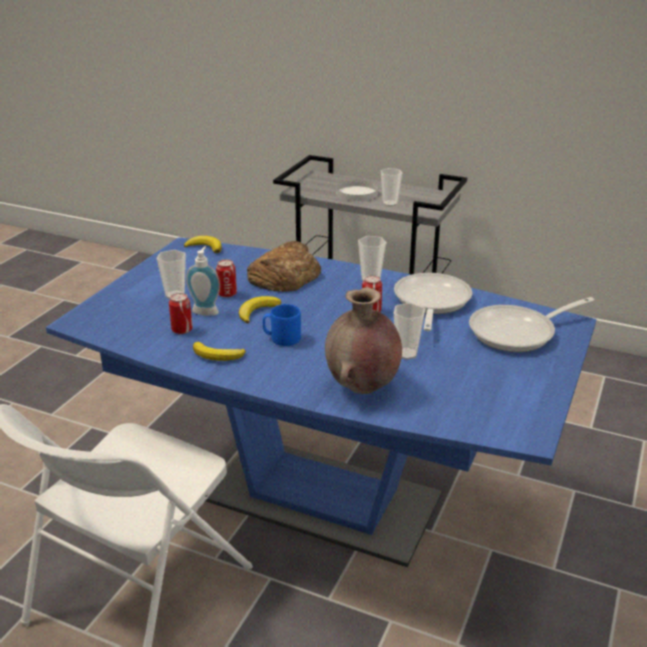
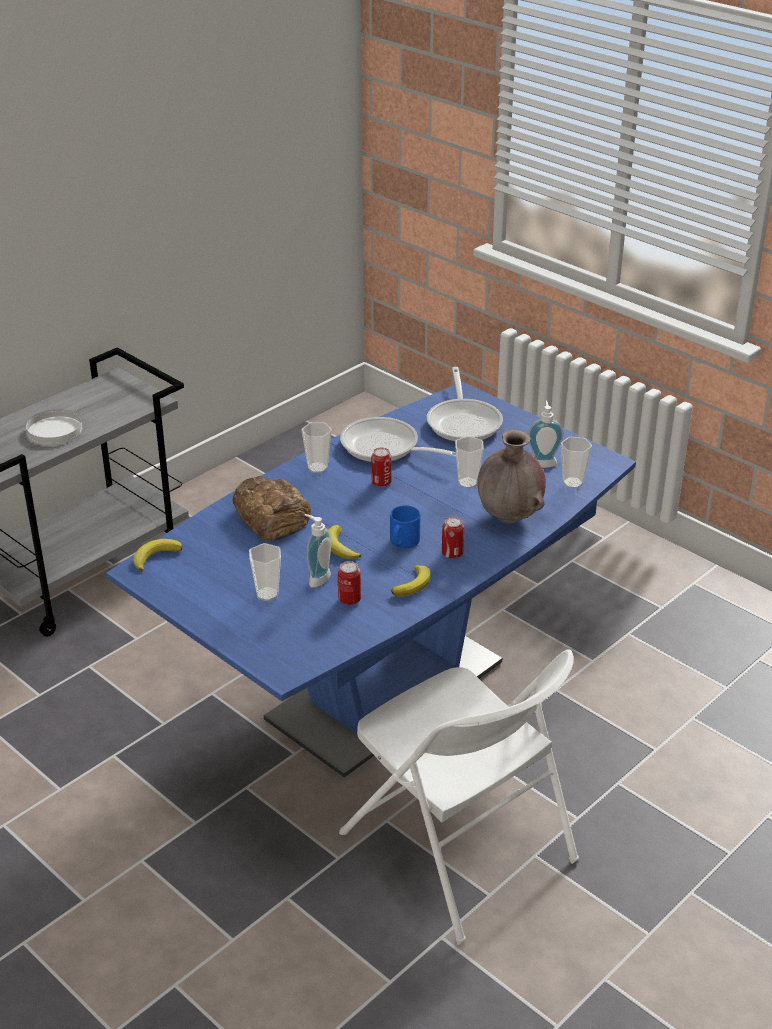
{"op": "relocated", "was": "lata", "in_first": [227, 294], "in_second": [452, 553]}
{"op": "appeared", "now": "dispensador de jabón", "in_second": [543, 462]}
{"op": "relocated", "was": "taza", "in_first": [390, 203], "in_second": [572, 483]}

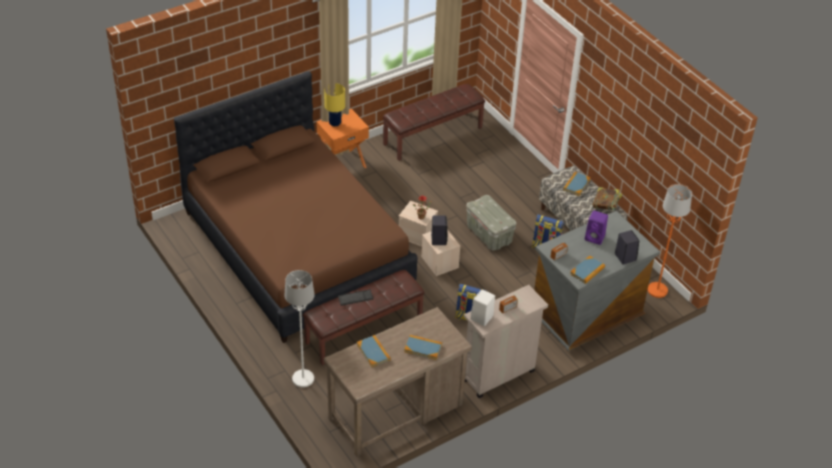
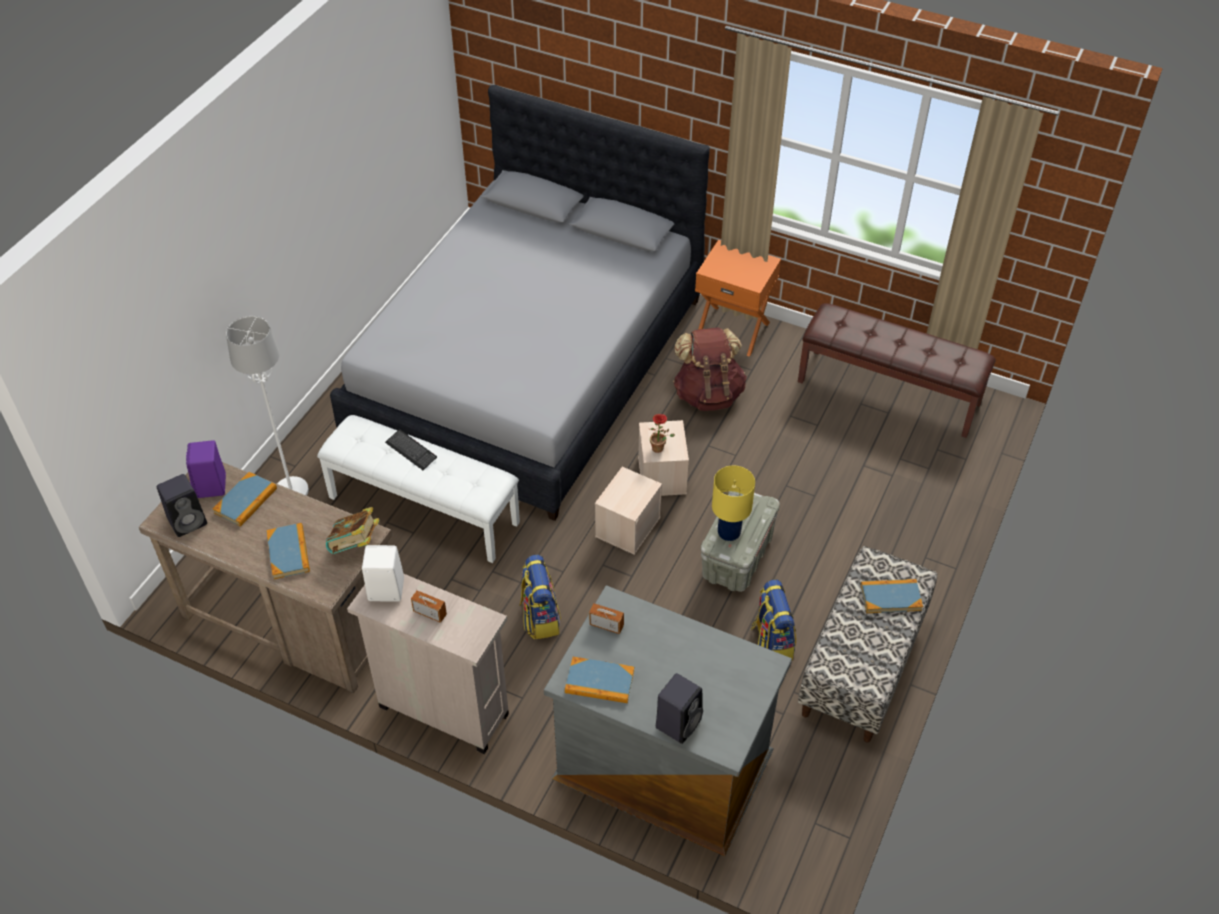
{"op": "relocated", "was": "altavoz (negro)", "in_first": [438, 239], "in_second": [188, 521]}
{"op": "relocated", "was": "altavoz (morado)", "in_first": [595, 238], "in_second": [211, 486]}
{"op": "colour", "was": "banco (marrón)", "now": "banco (blanco)", "in_first": [363, 330], "in_second": [424, 509]}
{"op": "relocated", "was": "libro", "in_first": [605, 207], "in_second": [355, 545]}
{"op": "colour", "was": "cama (marrón)", "now": "cama (gris)", "in_first": [297, 248], "in_second": [529, 367]}
{"op": "appeared", "now": "mochila (marrón)", "in_second": [708, 394]}
{"op": "relocated", "was": "lámpara de mesa (amarillo)", "in_first": [335, 123], "in_second": [729, 533]}
{"op": "missing", "was": "lámpara de pie (naranja)", "in_first": [657, 290]}

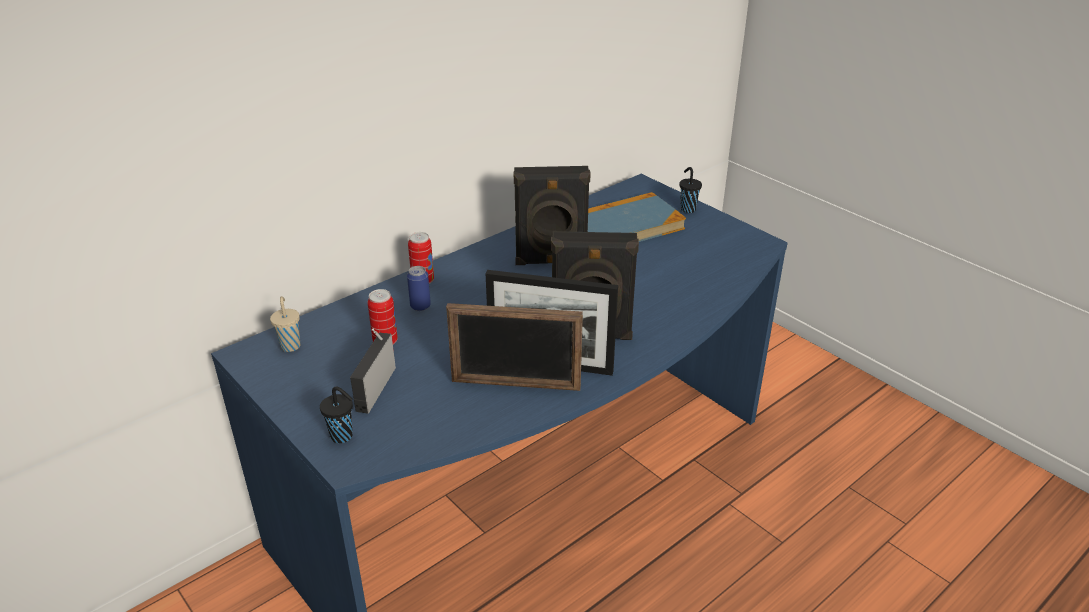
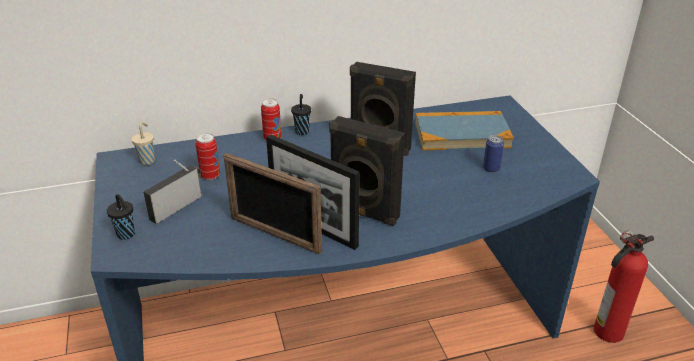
{"op": "relocated", "was": "taza (negro)", "in_first": [687, 209], "in_second": [302, 131]}
{"op": "relocated", "was": "lata", "in_first": [420, 306], "in_second": [491, 168]}
{"op": "appeared", "now": "extintor", "in_second": [606, 332]}

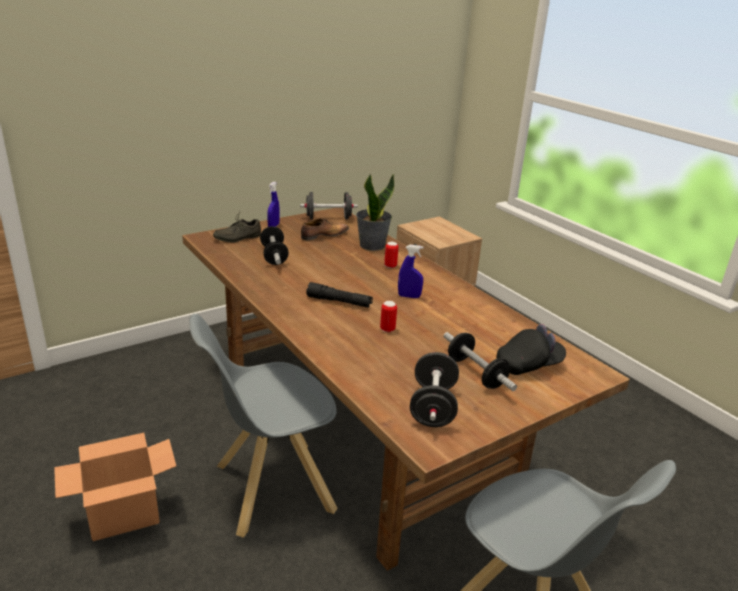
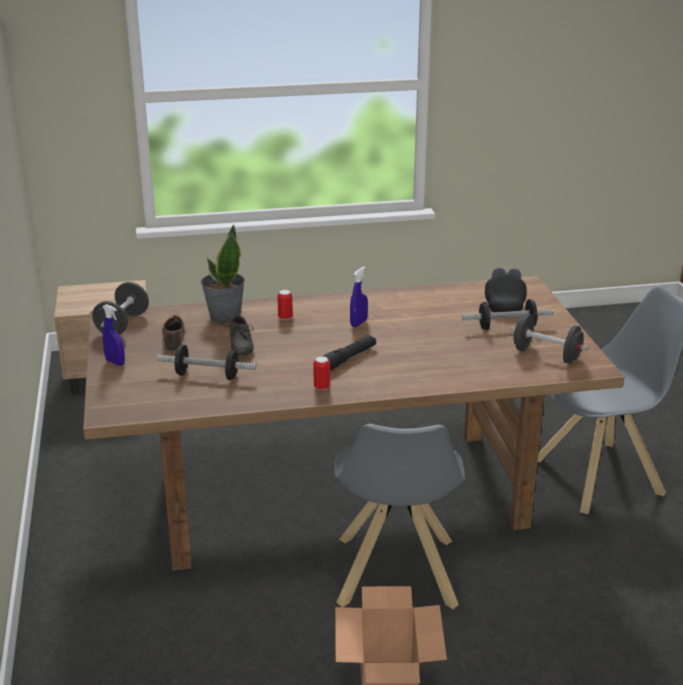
{"op": "relocated", "was": "zapato (gris)", "in_first": [237, 237], "in_second": [238, 346]}
{"op": "relocated", "was": "lata", "in_first": [387, 329], "in_second": [322, 387]}

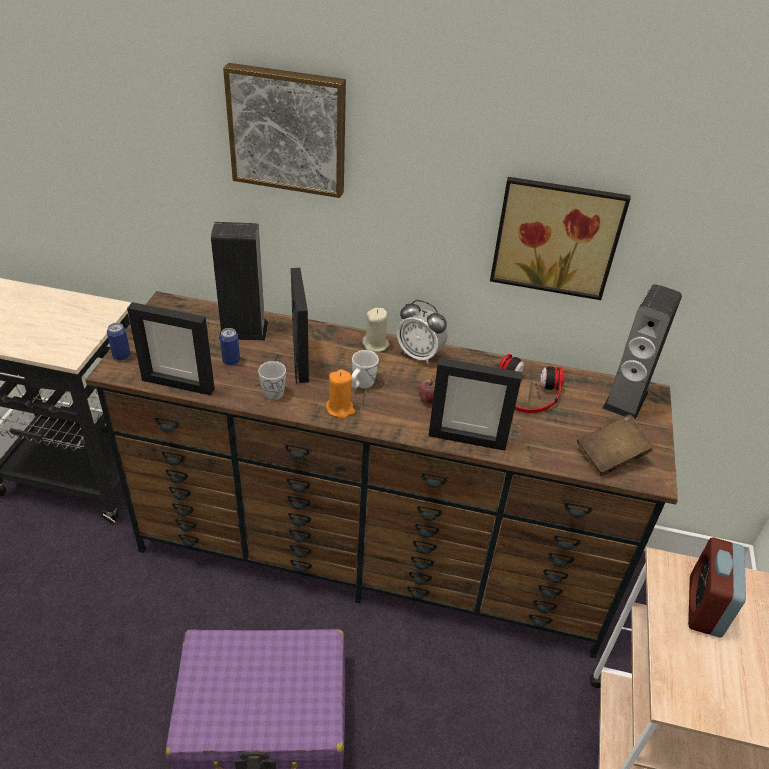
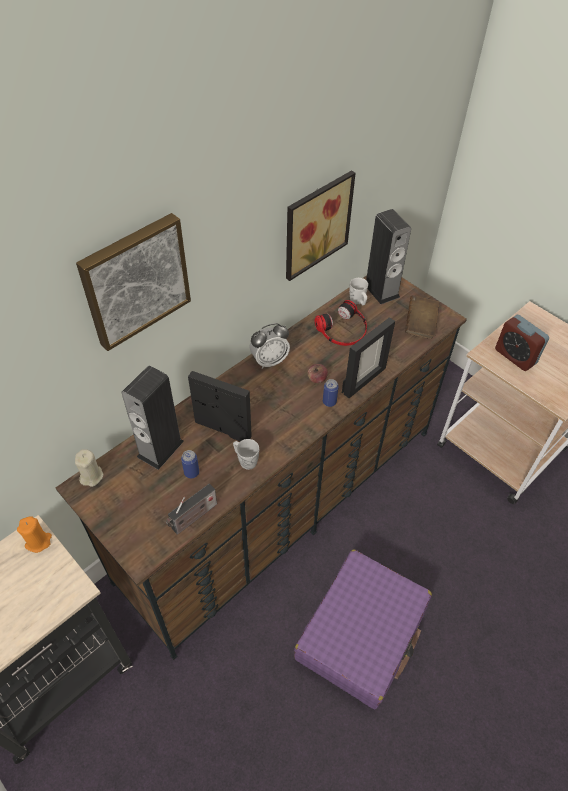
{"op": "relocated", "was": "vela (naranja)", "in_first": [340, 408], "in_second": [38, 541]}
{"op": "relocated", "was": "vela (beis)", "in_first": [376, 344], "in_second": [91, 476]}
{"op": "exchanged", "was": "portarretratos", "now": "radio", "in_first": [179, 383], "in_second": [193, 518]}
{"op": "relocated", "was": "lata", "in_first": [121, 356], "in_second": [329, 402]}
{"op": "relocated", "was": "taza grande (blanco)", "in_first": [361, 384], "in_second": [358, 302]}

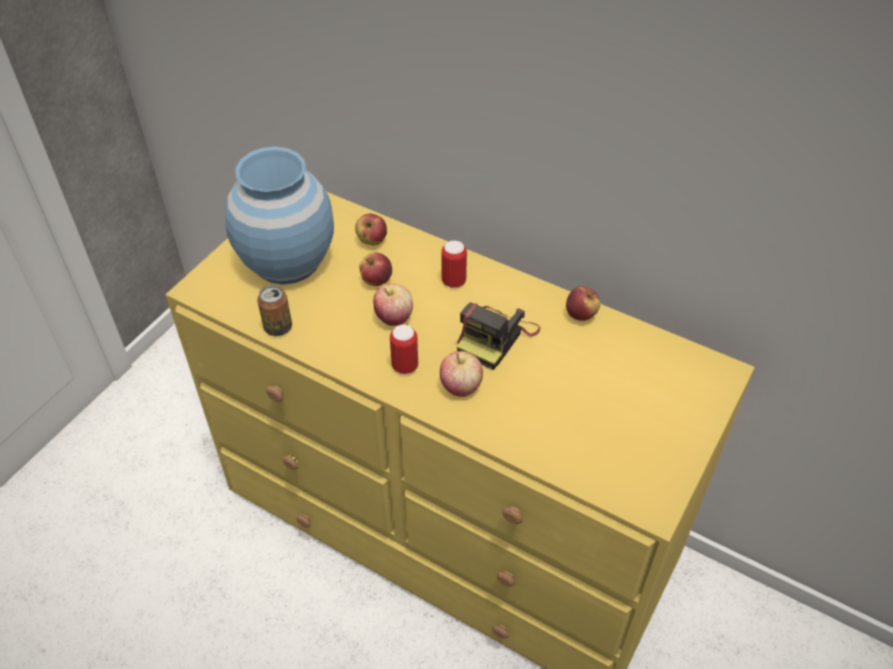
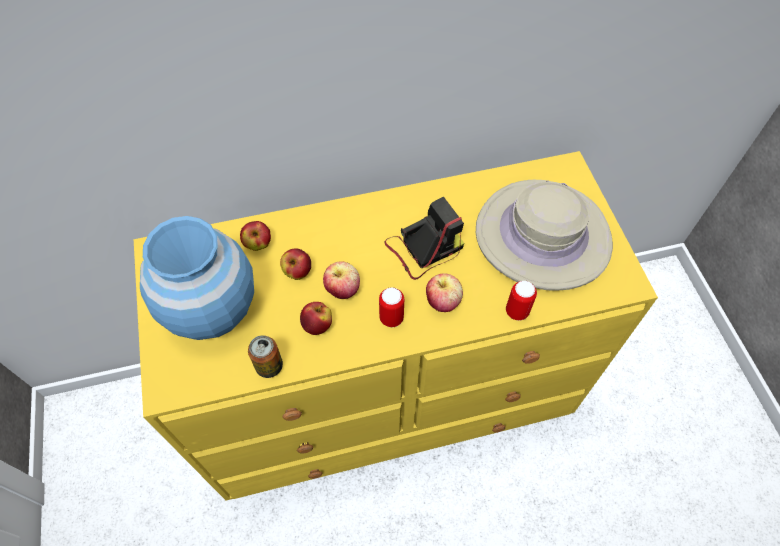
{"op": "relocated", "was": "manzana", "in_first": [581, 315], "in_second": [317, 325]}
{"op": "spun", "was": "cámara", "in_first": [495, 338], "in_second": [424, 249], "clockwise": -105}
{"op": "appeared", "now": "sombrero (beis)", "in_second": [542, 236]}
{"op": "relocated", "was": "lata", "in_first": [453, 281], "in_second": [517, 311]}

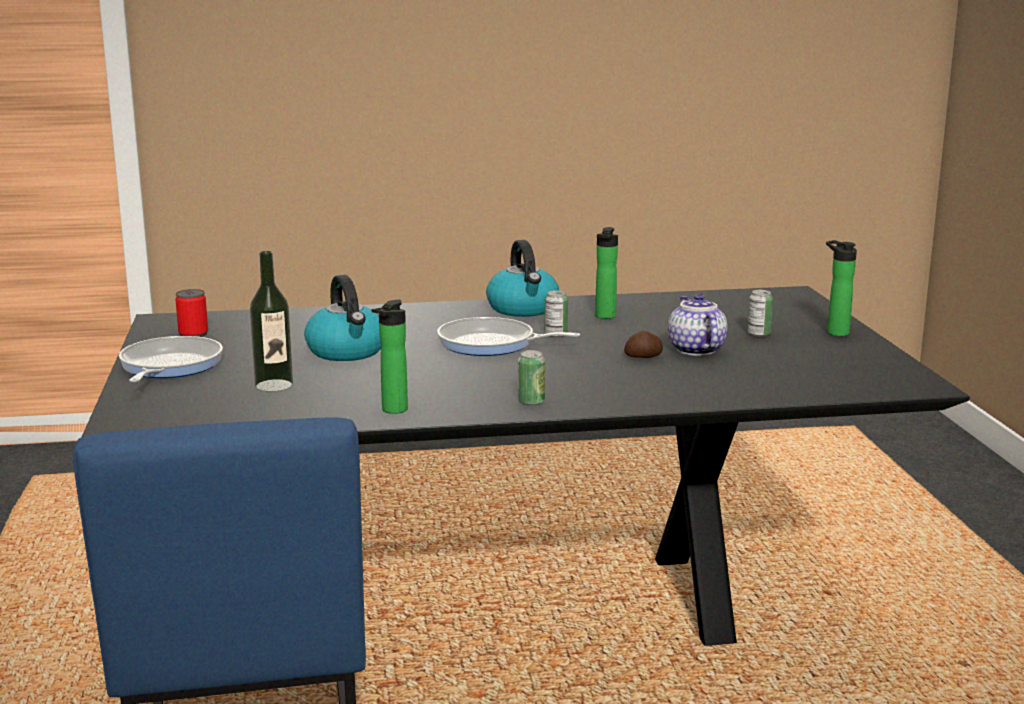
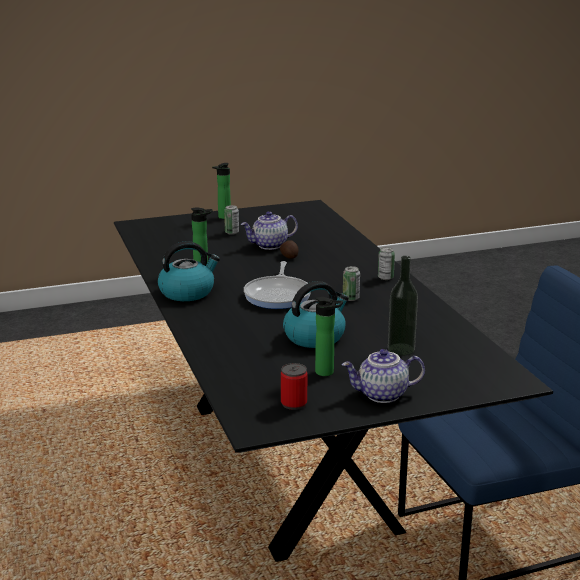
{"op": "relocated", "was": "botella", "in_first": [392, 411], "in_second": [327, 372]}
{"op": "exchanged", "was": "sartén", "now": "tetera", "in_first": [168, 366], "in_second": [382, 395]}
{"op": "relocated", "was": "lata", "in_first": [556, 335], "in_second": [351, 298]}

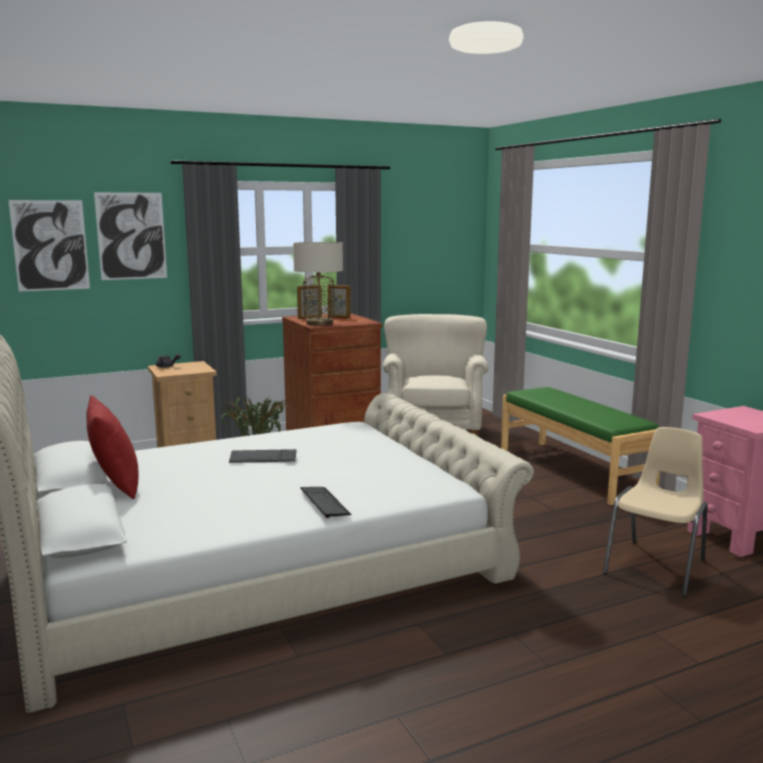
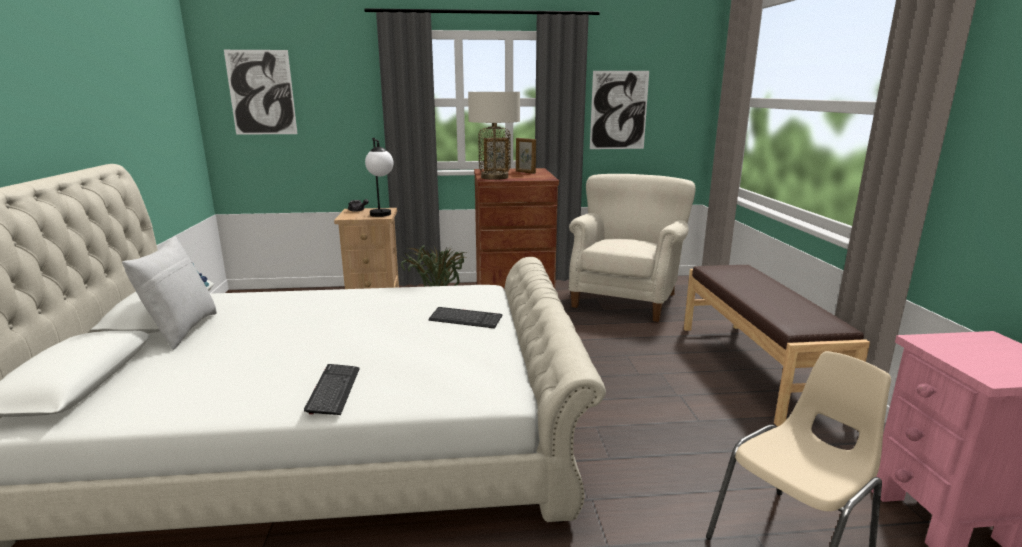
{"op": "colour", "was": "cojín (rojo)", "now": "cojín (gris)", "in_first": [116, 486], "in_second": [182, 331]}
{"op": "appeared", "now": "lámpara de mesa", "in_second": [382, 216]}
{"op": "relocated", "was": "teclado", "in_first": [263, 458], "in_second": [465, 319]}
{"op": "relocated", "was": "cuadro", "in_first": [131, 236], "in_second": [618, 110]}
{"op": "colour", "was": "banco (verde)", "now": "banco (marrón)", "in_first": [573, 470], "in_second": [755, 368]}

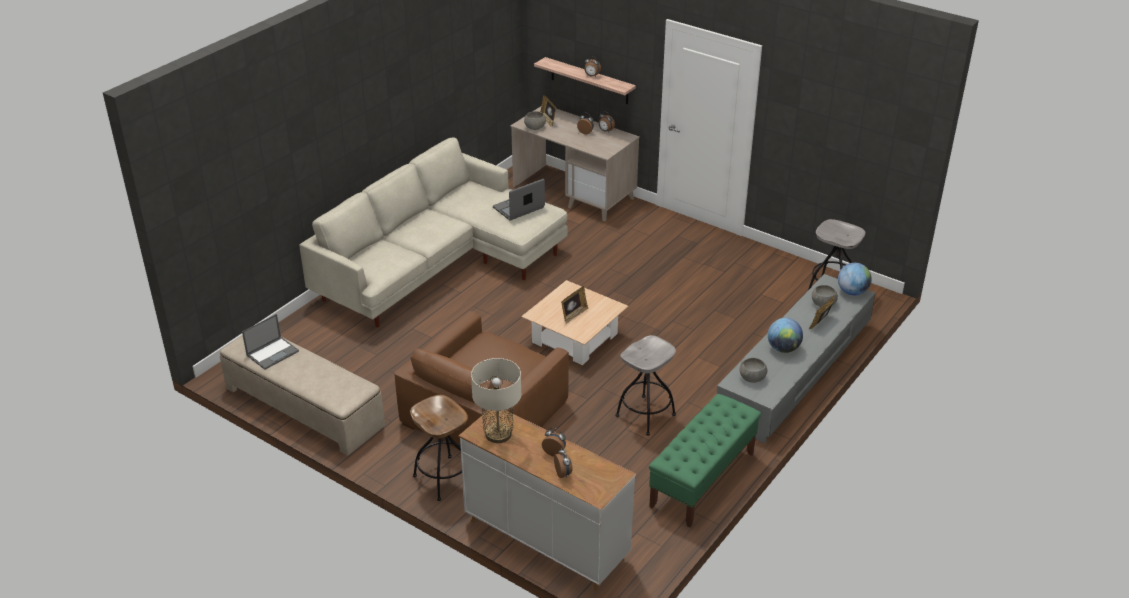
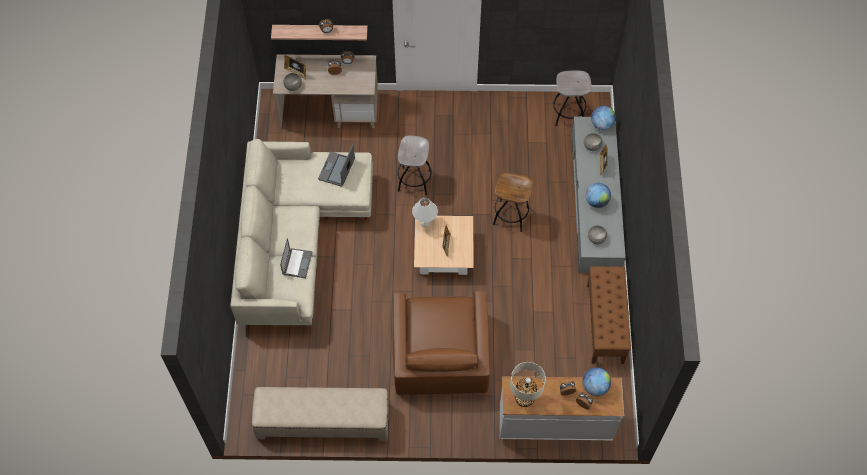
{"op": "relocated", "was": "portátil", "in_first": [273, 353], "in_second": [297, 263]}
{"op": "relocated", "was": "taburete (gris)", "in_first": [645, 415], "in_second": [414, 180]}
{"op": "appeared", "now": "lámpara de mesa (blanco)", "in_second": [424, 223]}
{"op": "relocated", "was": "taburete (marrón)", "in_first": [444, 478], "in_second": [511, 215]}
{"op": "appeared", "now": "globo terráqueo", "in_second": [595, 387]}
{"op": "colour", "was": "banco (verde)", "now": "banco (marrón)", "in_first": [702, 480], "in_second": [605, 324]}

